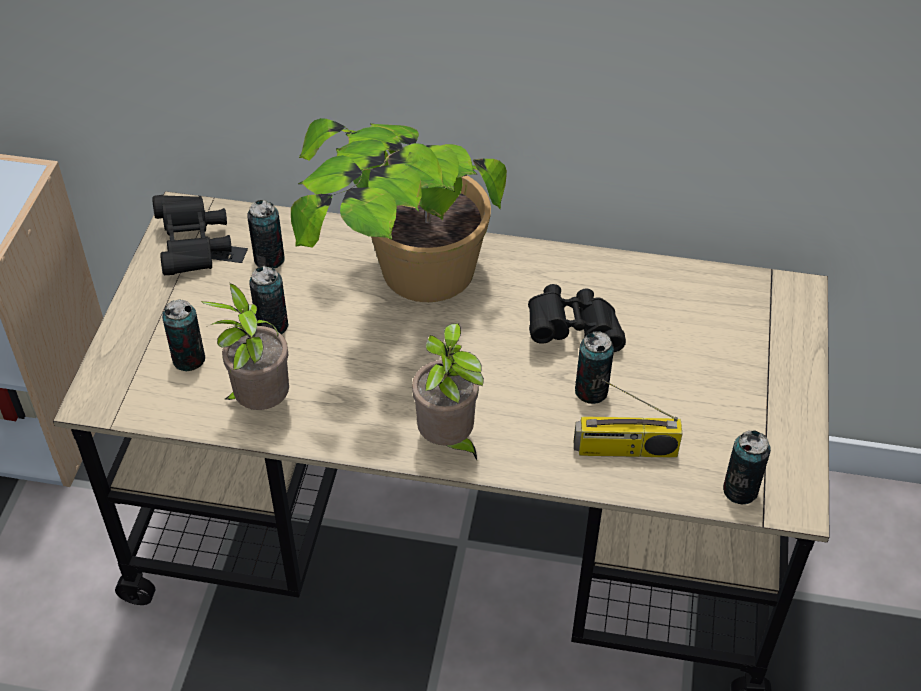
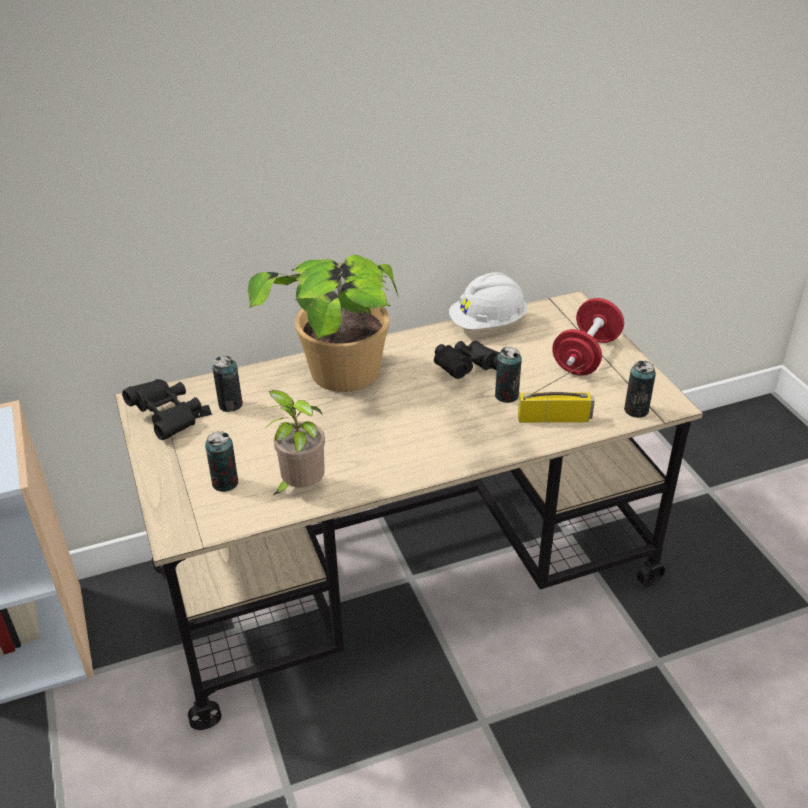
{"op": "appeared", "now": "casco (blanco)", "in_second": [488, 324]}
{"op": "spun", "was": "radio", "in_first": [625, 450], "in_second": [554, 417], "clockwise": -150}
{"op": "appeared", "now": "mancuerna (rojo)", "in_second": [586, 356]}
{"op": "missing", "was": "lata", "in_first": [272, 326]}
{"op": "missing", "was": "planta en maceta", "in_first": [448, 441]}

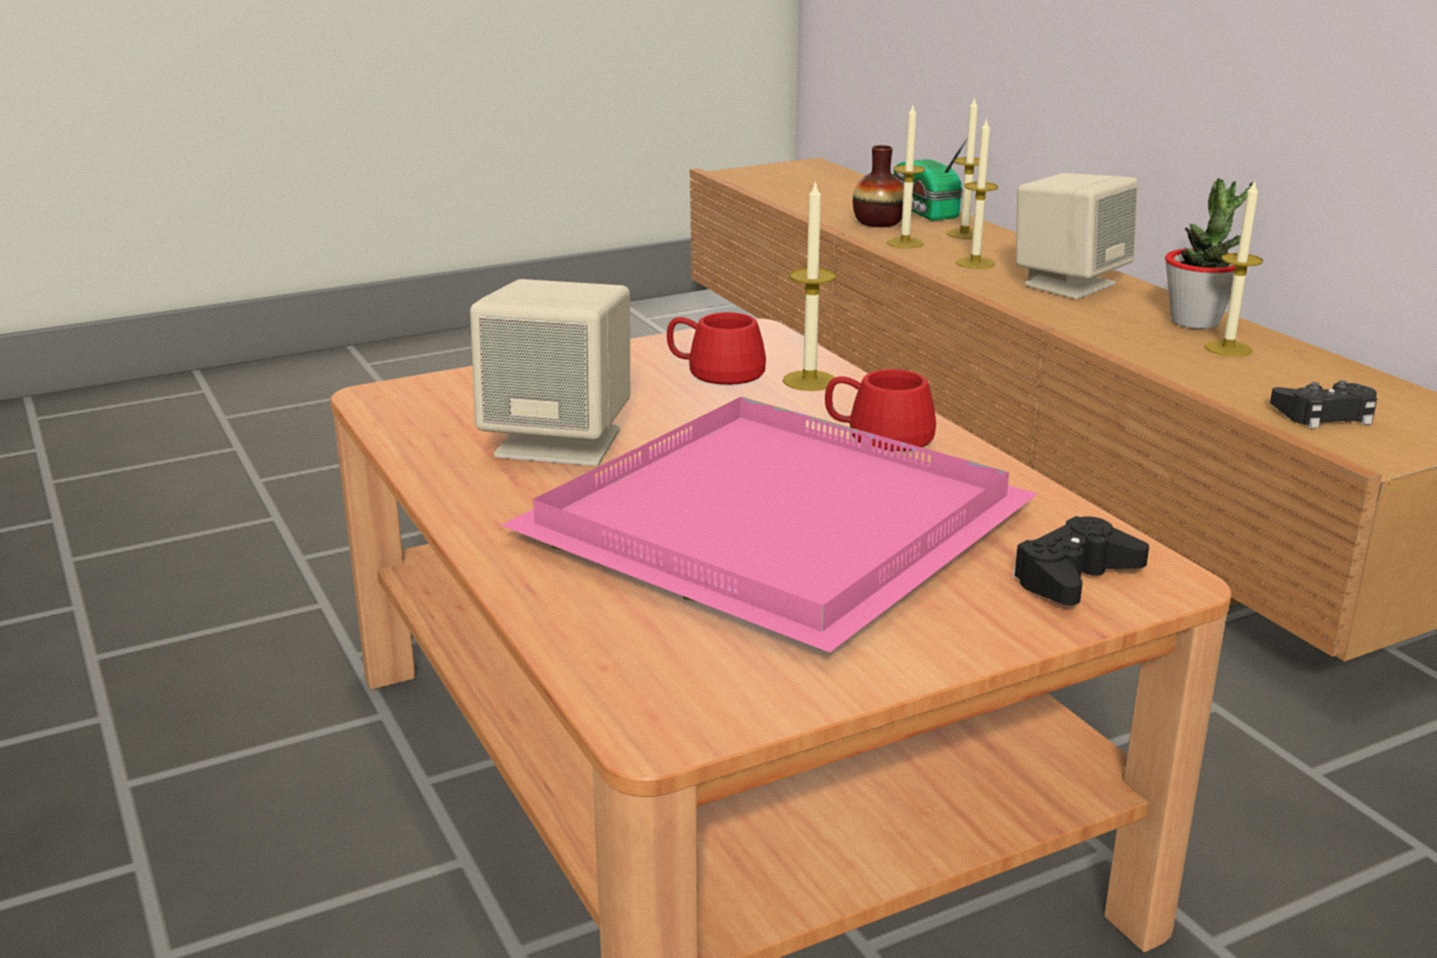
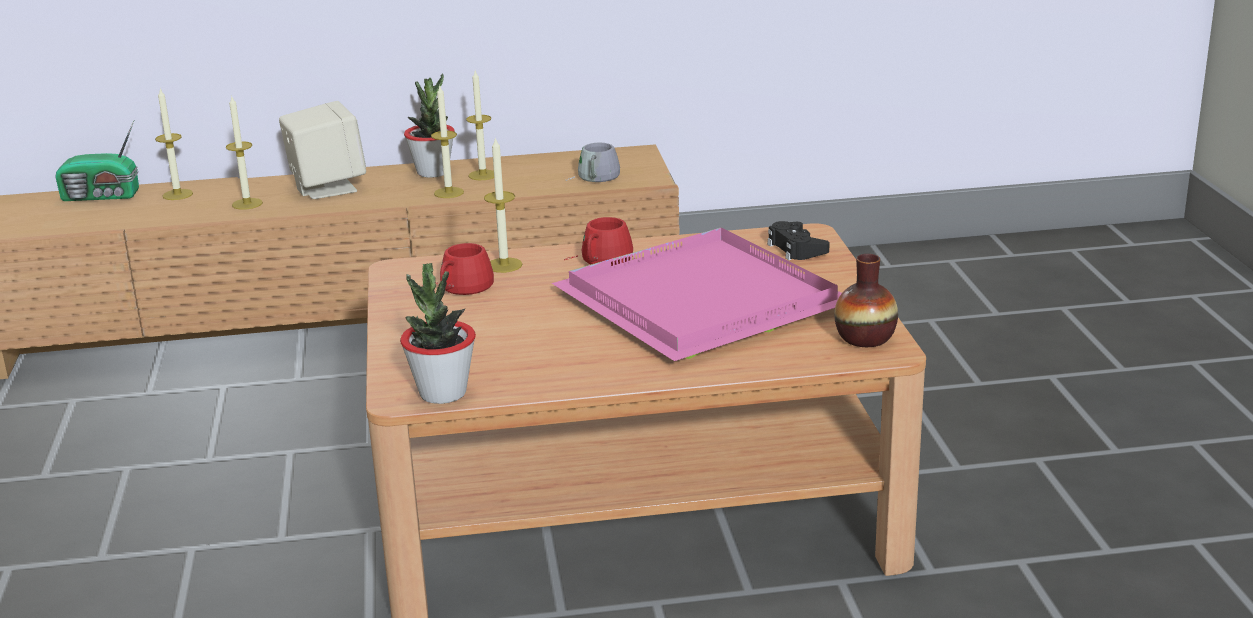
{"op": "appeared", "now": "planta en maceta", "in_second": [442, 393]}
{"op": "relocated", "was": "vela", "in_first": [905, 243], "in_second": [449, 192]}
{"op": "exchanged", "was": "mando de consola (negro)", "now": "taza grande (gris)", "in_first": [1325, 415], "in_second": [593, 178]}
{"op": "relocated", "was": "florero", "in_first": [878, 222], "in_second": [865, 338]}
{"op": "missing", "was": "altavoz (beis)", "in_first": [560, 442]}

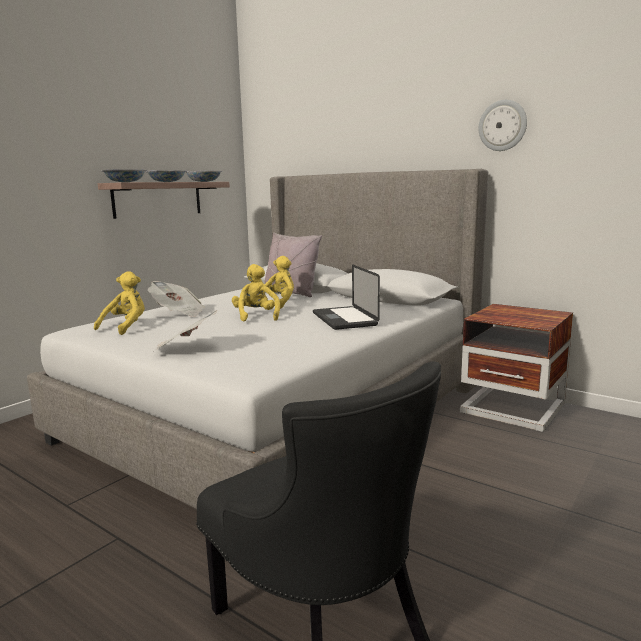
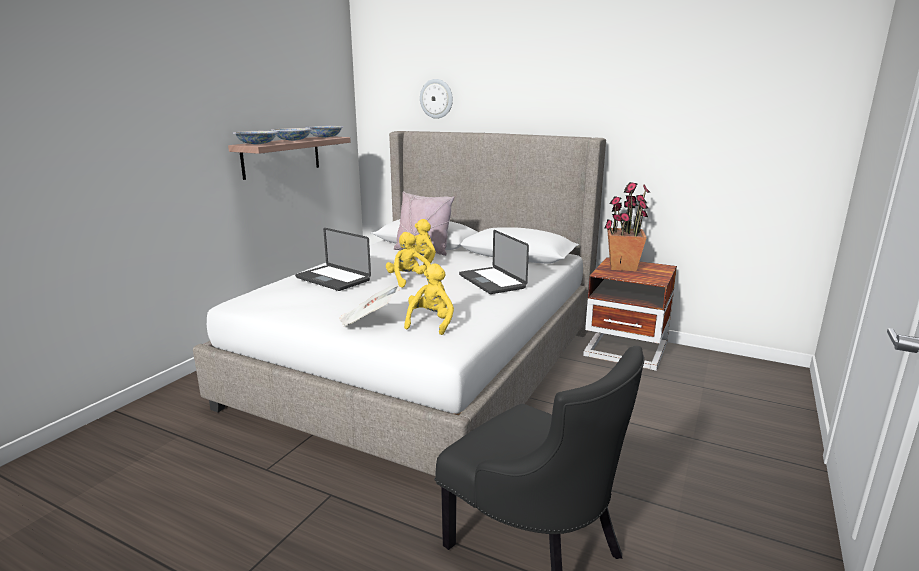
{"op": "exchanged", "was": "periódico", "now": "portátil", "in_first": [178, 313], "in_second": [333, 279]}
{"op": "relocated", "was": "peluche (amarillo)", "in_first": [126, 327], "in_second": [431, 323]}
{"op": "relocated", "was": "reloj de pared", "in_first": [502, 125], "in_second": [436, 98]}
{"op": "appeared", "now": "planta en maceta", "in_second": [622, 266]}

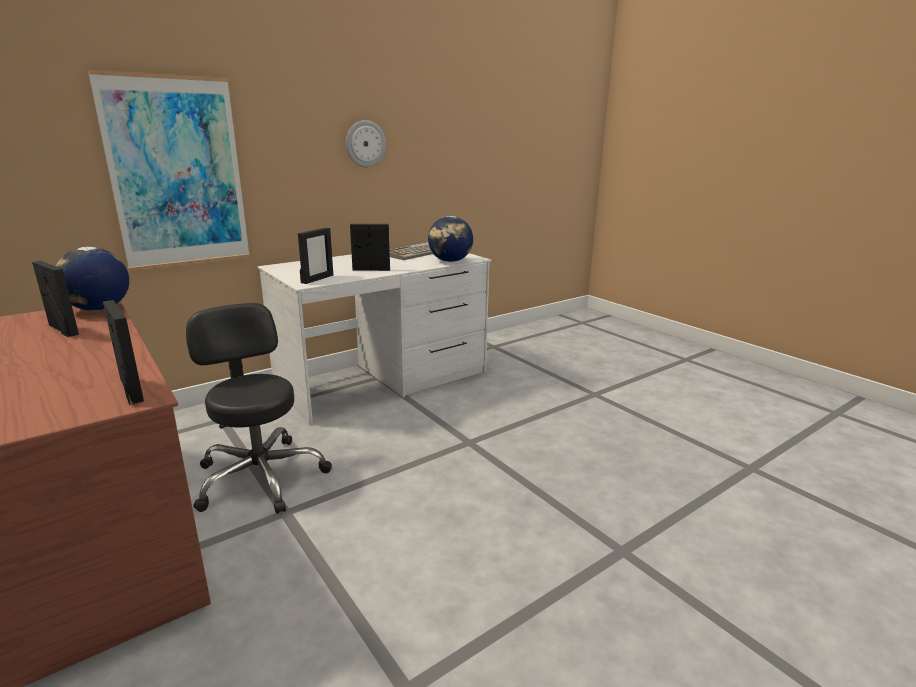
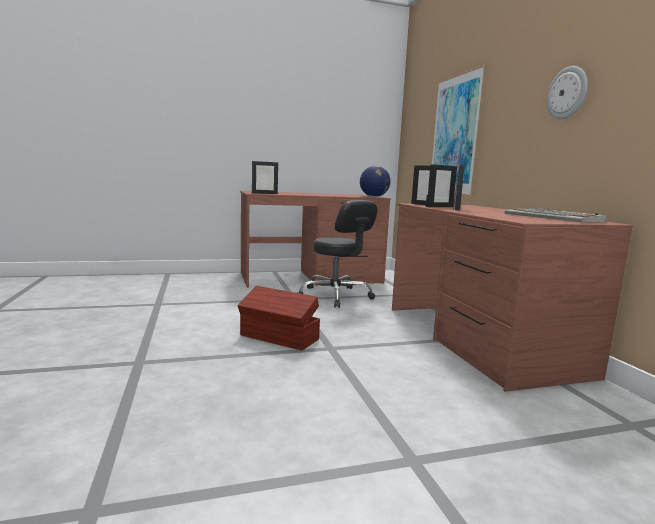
{"op": "appeared", "now": "caja de almacenaje (marrón)", "in_second": [279, 338]}
{"op": "spun", "was": "silla de oficina (negro)", "in_first": [259, 474], "in_second": [337, 297], "clockwise": 60}
{"op": "colour", "was": "escritorio (blanco)", "now": "escritorio (marrón)", "in_first": [384, 379], "in_second": [477, 338]}
{"op": "relocated", "was": "portarretratos", "in_first": [62, 330], "in_second": [439, 207]}
{"op": "missing", "was": "globo terráqueo", "in_first": [450, 261]}

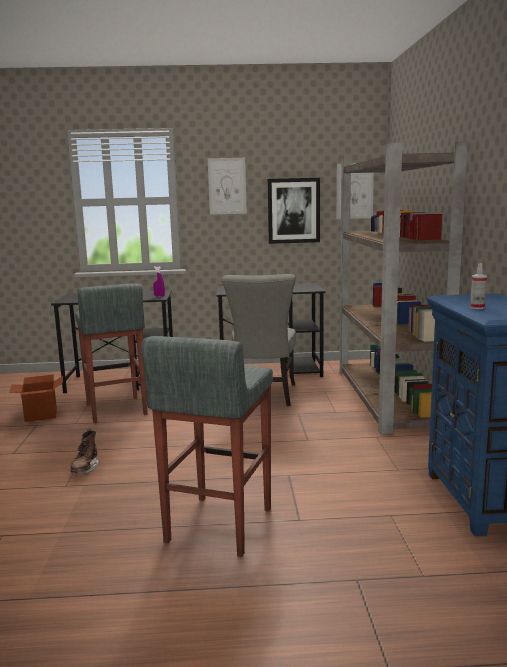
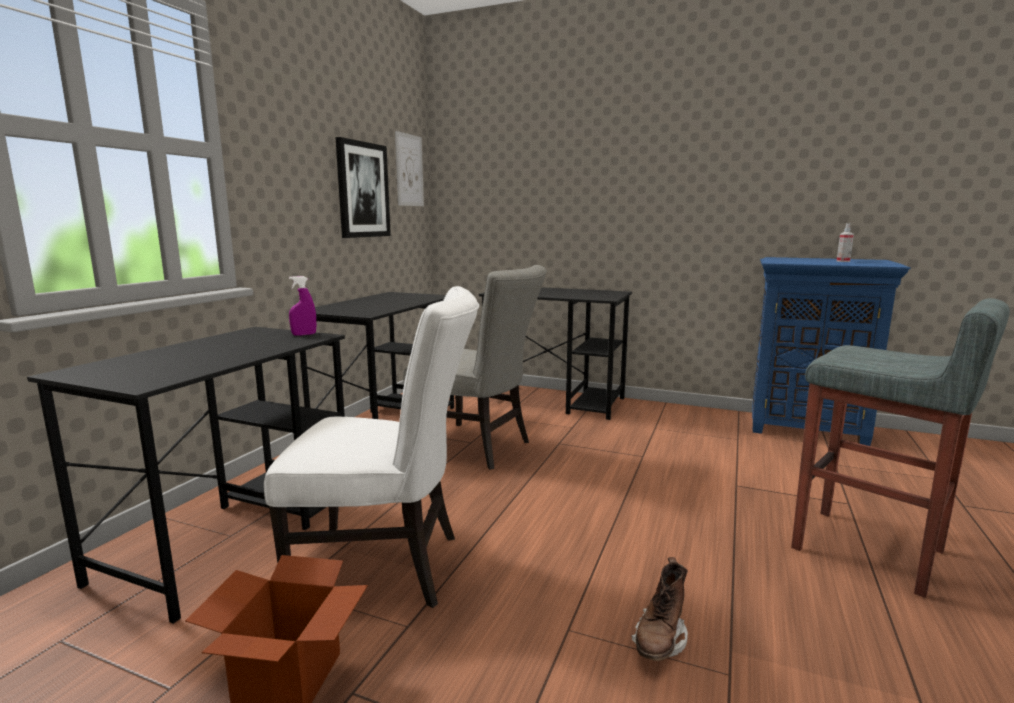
{"op": "exchanged", "was": "taburete (gris)", "now": "silla (blanco)", "in_first": [115, 410], "in_second": [388, 566]}
{"op": "exchanged", "was": "estantería (marrón)", "now": "escritorio (negro)", "in_first": [387, 398], "in_second": [555, 401]}
{"op": "spun", "was": "bota (marrón)", "in_first": [85, 469], "in_second": [659, 640], "clockwise": 90}
{"op": "missing", "was": "cuadro", "in_first": [227, 186]}

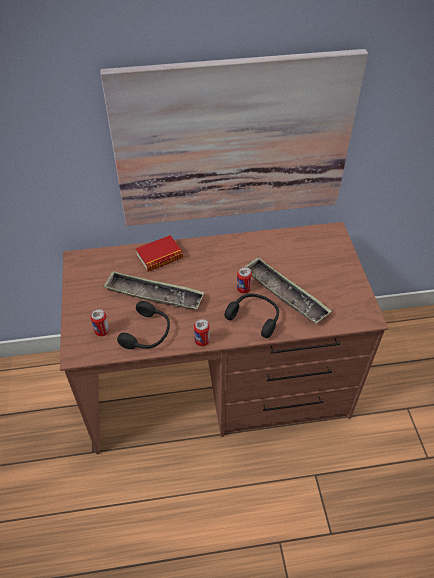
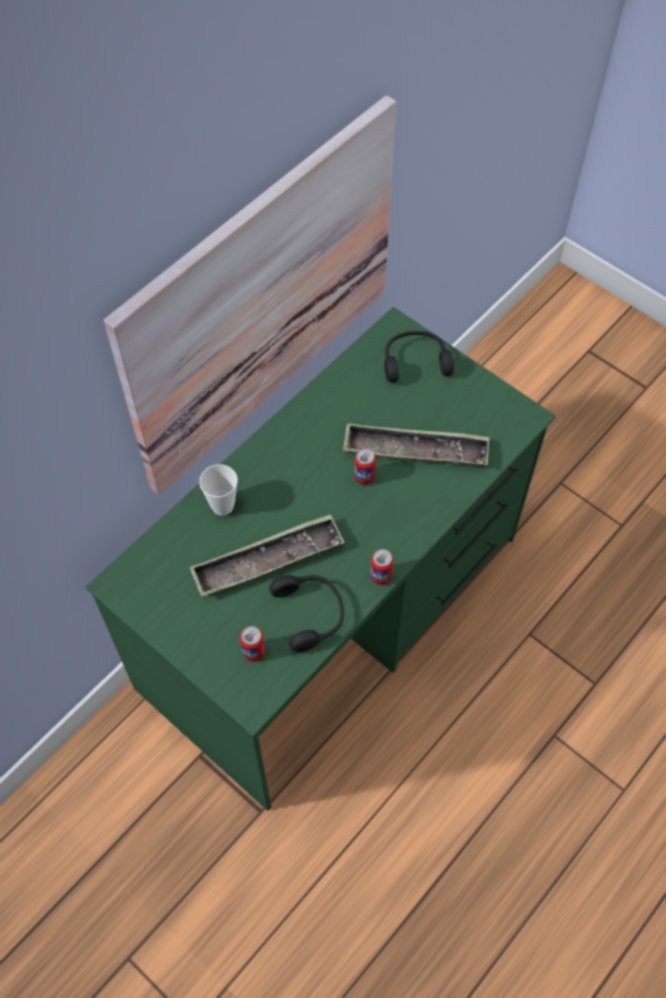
{"op": "colour", "was": "escritorio (marrón)", "now": "escritorio (verde)", "in_first": [218, 384], "in_second": [332, 612]}
{"op": "exchanged", "was": "libro", "now": "taza", "in_first": [159, 257], "in_second": [222, 506]}
{"op": "relocated", "was": "auriculares (negro)", "in_first": [255, 317], "in_second": [415, 361]}

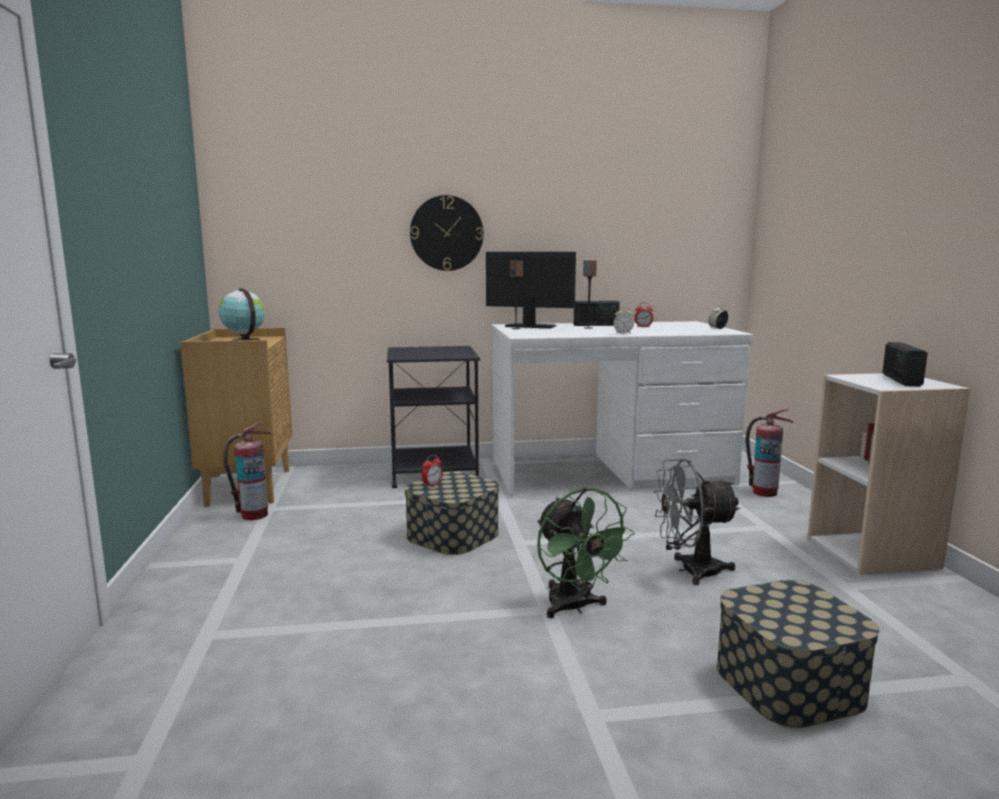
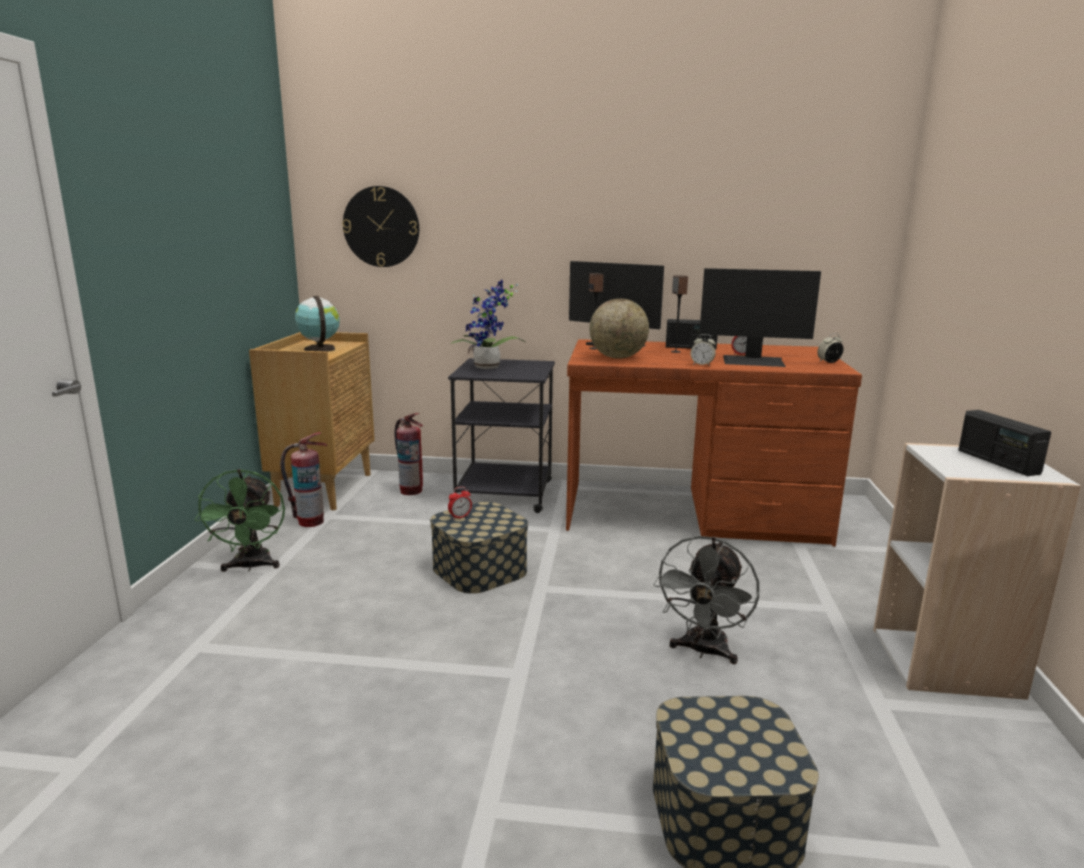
{"op": "relocated", "was": "ventilador (verde)", "in_first": [574, 607], "in_second": [251, 566]}
{"op": "relocated", "was": "reloj de pared", "in_first": [446, 233], "in_second": [381, 227]}
{"op": "relocated", "was": "extintor", "in_first": [764, 492], "in_second": [411, 490]}
{"op": "appeared", "now": "planta en maceta", "in_second": [488, 367]}
{"op": "colour", "was": "escritorio (blanco)", "now": "escritorio (marrón)", "in_first": [610, 471], "in_second": [693, 512]}
{"op": "appeared", "now": "globo terráqueo", "in_second": [617, 357]}
{"op": "spun", "was": "ventilador (gris)", "in_first": [690, 570], "in_second": [703, 651], "clockwise": -75}
{"op": "appeared", "now": "monitor", "in_second": [754, 361]}
{"op": "spun", "was": "radio", "in_first": [901, 380], "in_second": [997, 462], "clockwise": -45}

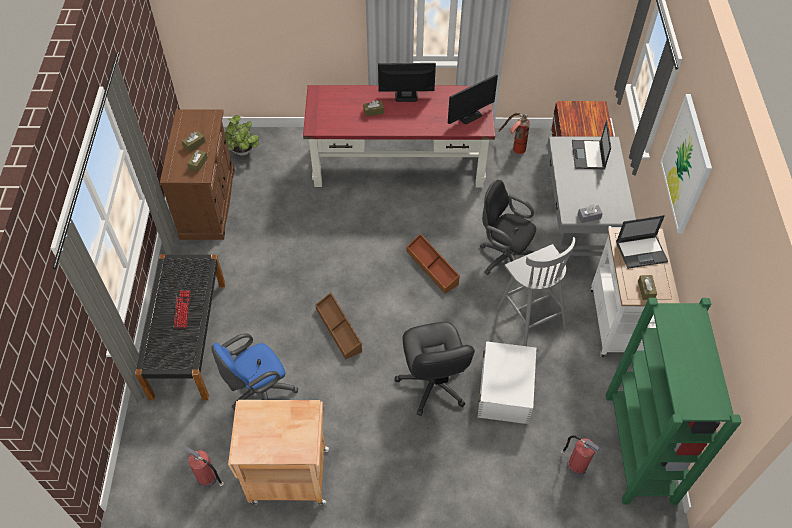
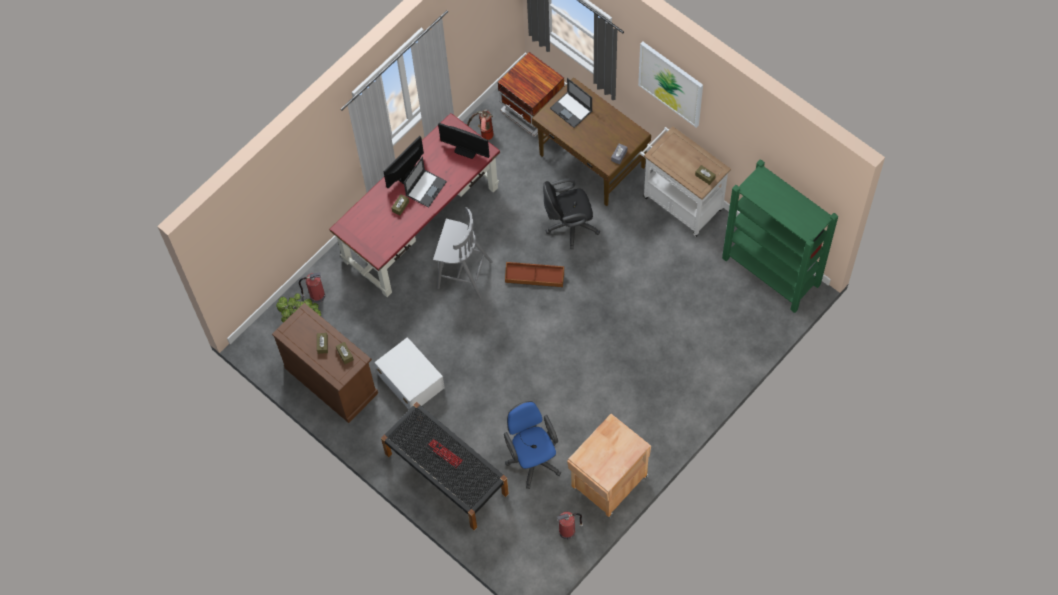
{"op": "relocated", "was": "extintor", "in_first": [576, 465], "in_second": [316, 295]}
{"op": "relocated", "was": "caja de almacenaje (blanco)", "in_first": [505, 389], "in_second": [410, 380]}
{"op": "relocated", "was": "portátil", "in_first": [642, 251], "in_second": [426, 188]}
{"op": "relocated", "was": "taburete (gris)", "in_first": [530, 316], "in_second": [462, 274]}
{"op": "spun", "was": "monitor", "in_first": [469, 116], "in_second": [466, 150], "clockwise": 105}
{"op": "spun", "was": "silla de oficina (azul)", "in_first": [259, 393], "in_second": [532, 458], "clockwise": 150}
{"op": "colour", "was": "escritorio (gris)", "now": "escritorio (marrón)", "in_first": [577, 230], "in_second": [591, 162]}
{"op": "missing", "was": "caja de almacenaje (marrón)", "in_first": [339, 329]}
{"op": "missing", "was": "silla de oficina (negro)", "in_first": [433, 383]}

